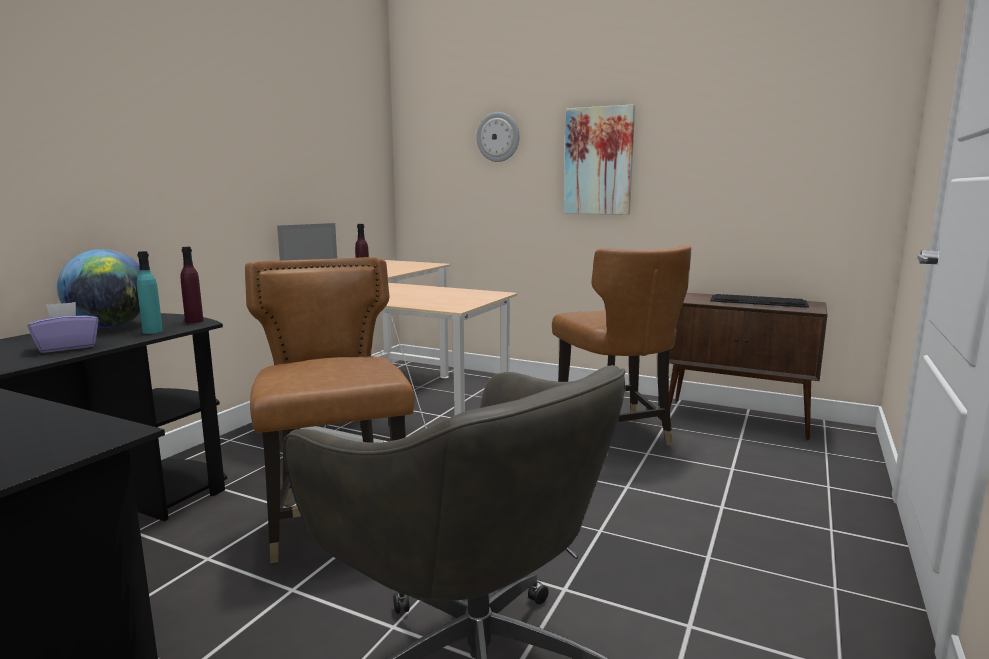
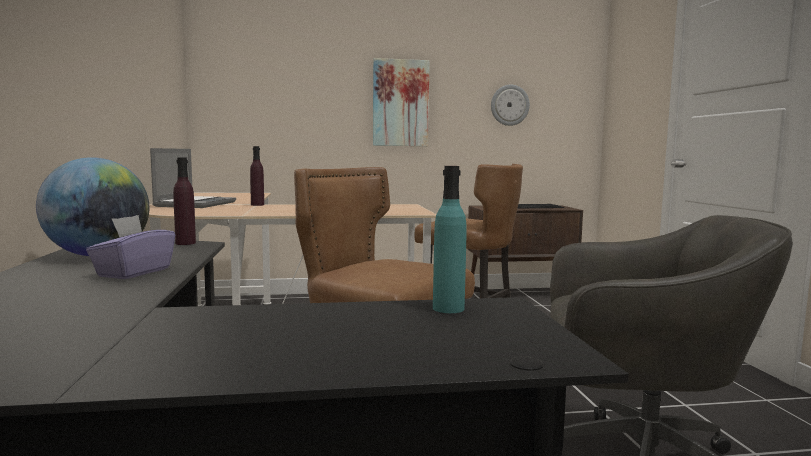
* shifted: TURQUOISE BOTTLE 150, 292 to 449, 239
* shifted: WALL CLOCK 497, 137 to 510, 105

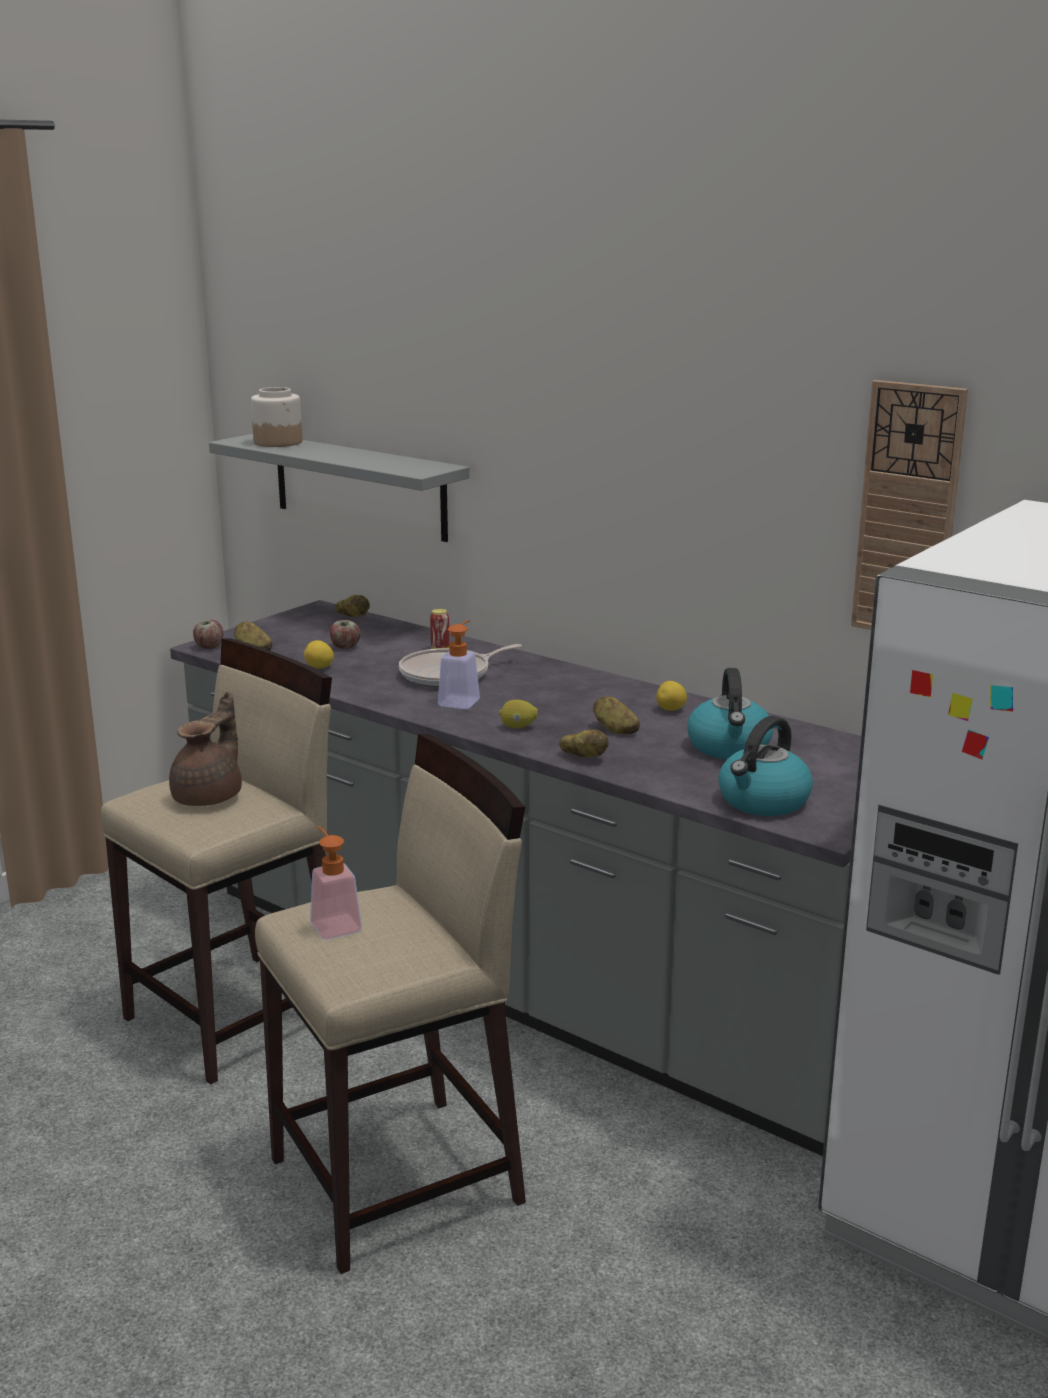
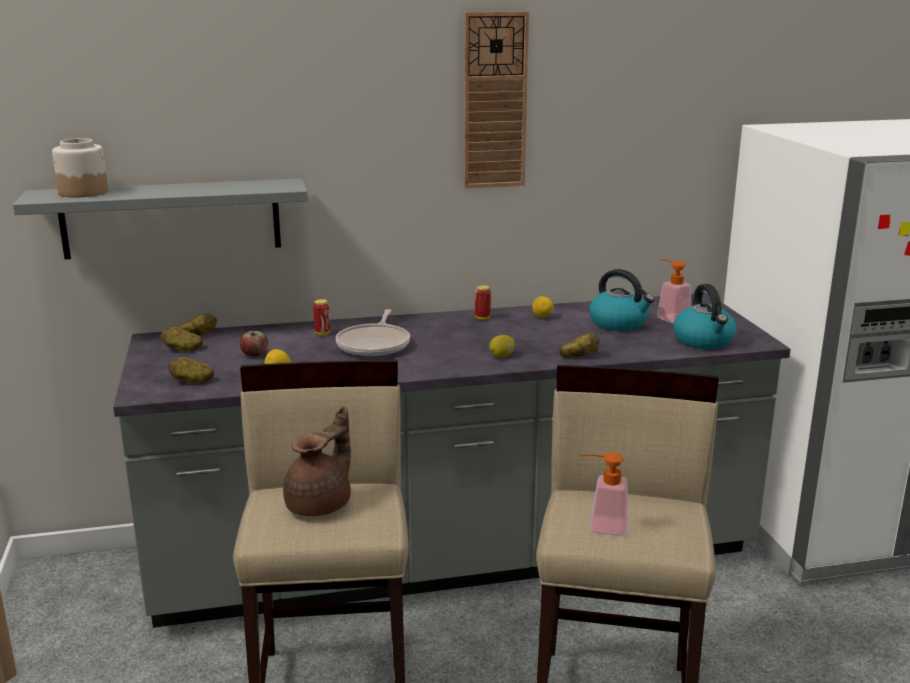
* rotated: BROWN TEAPOT 205, 748 = 317, 461 60 degrees clockwise
* gone: APPLE 208, 634
* shifted: SOAP DISPENSER 459, 664 to 674, 291
* shifted: POTATO 616, 715 to 181, 339
* shifted: WALL CLOCK 909, 505 to 496, 99
* new: CAN 483, 302

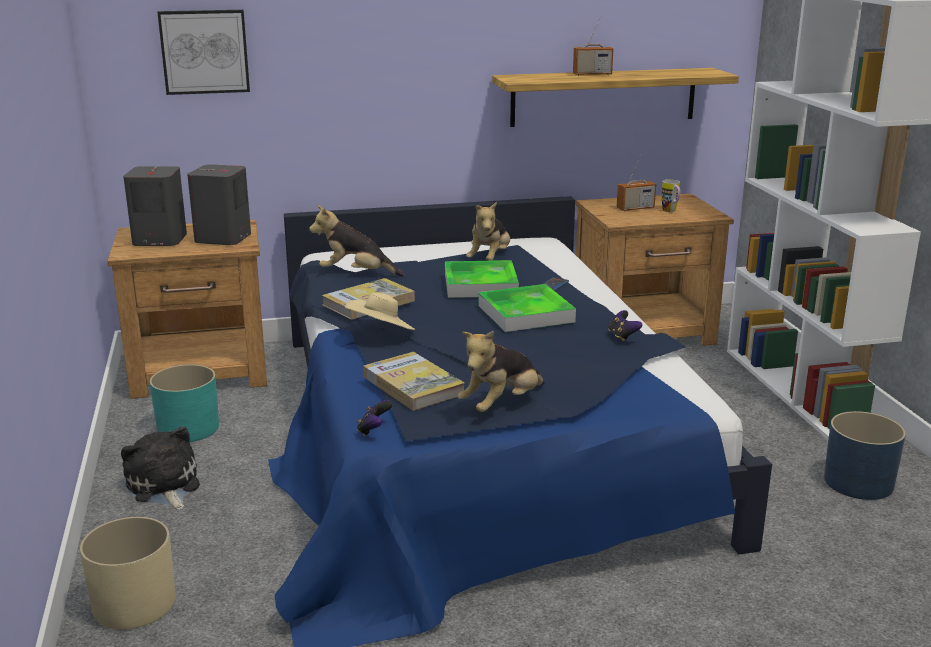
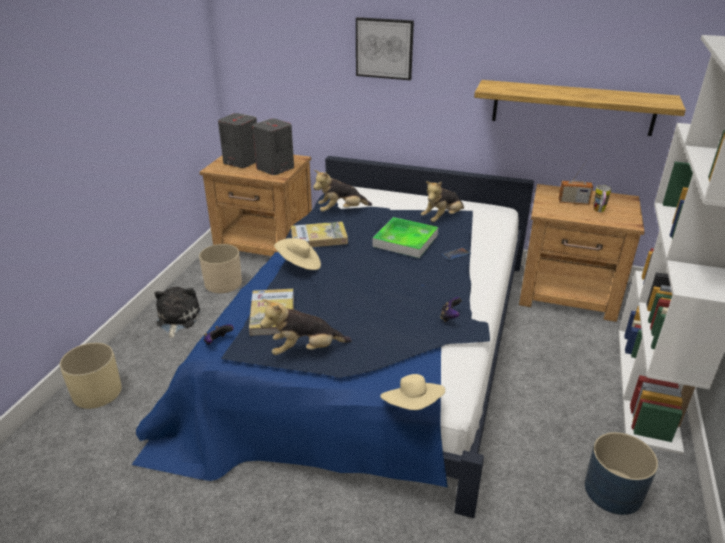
* repainted: TURQUOISE PLANTER 184, 403 to BEIGE PLANTER 220, 268
* shifted: PICTURE 203, 52 to 385, 48
* rotated: PLUSH TOY 357, 240 = 342, 191 60 degrees counterclockwise
* gone: TRAY 527, 308
* gone: RADIO 593, 47
* new: BEIGE HAT 412, 392

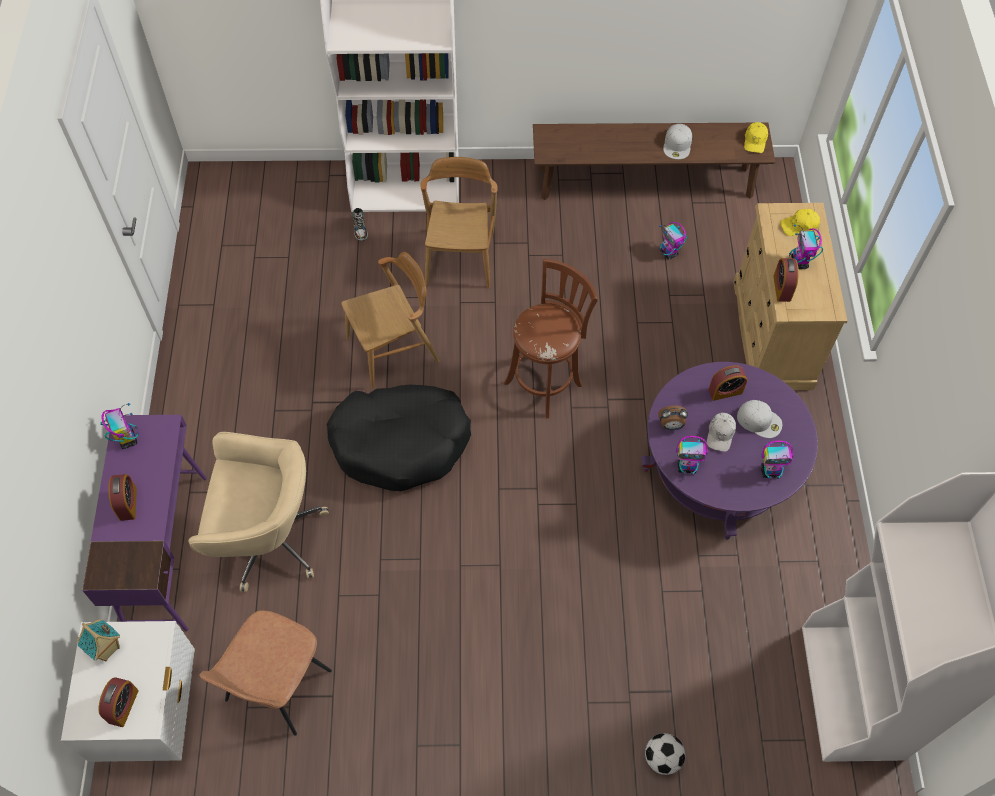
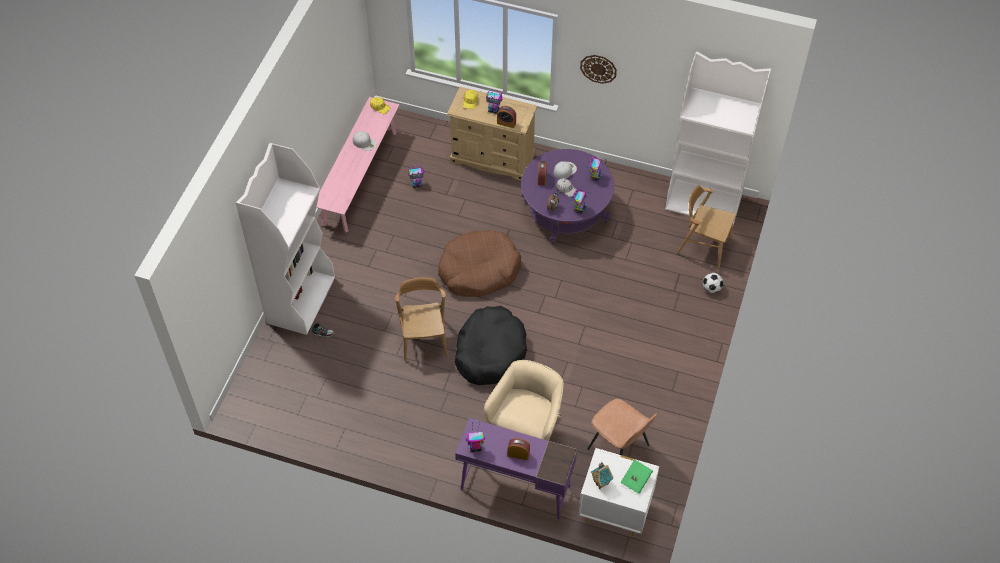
* swapped: ALARM CLOCK 118, 702 to GREEN BOOK 636, 476
* shifted: BROWN CHAIR 459, 222 to 706, 226
* swapped: BROWN STOOL 551, 338 to BROWN DOG BED 479, 264
* repainted: BROWN BENCH 654, 161 to PINK BENCH 358, 164
* new: WALL CLOCK 598, 69

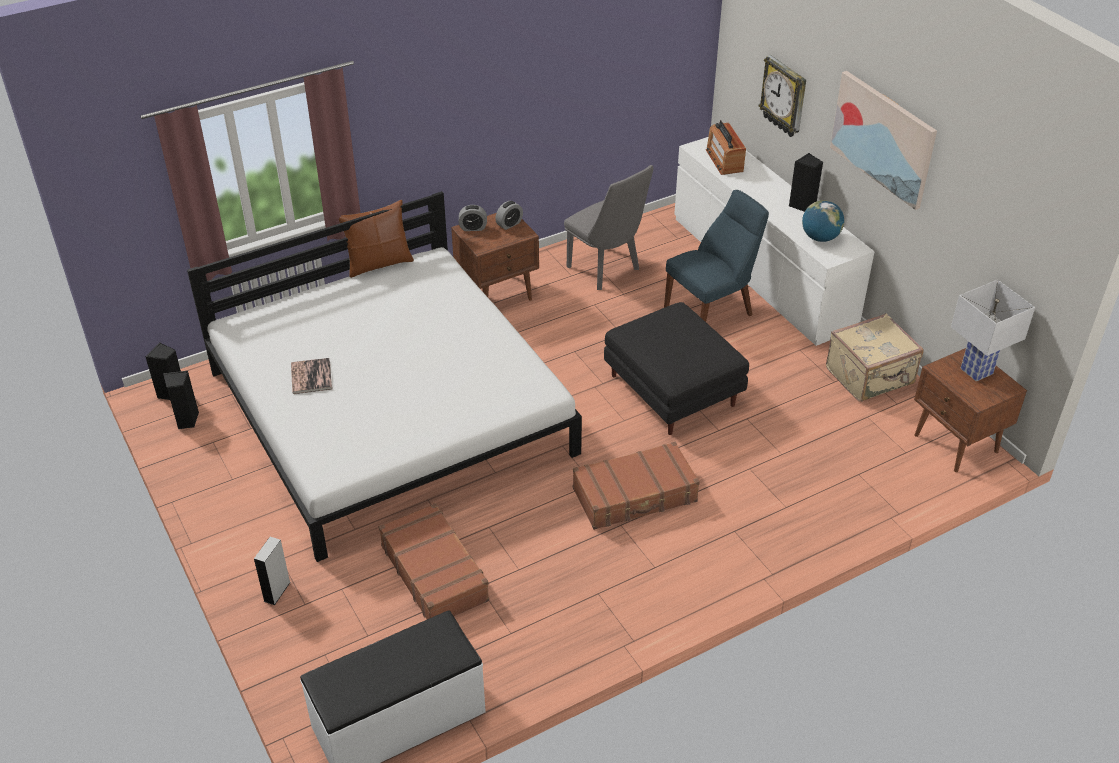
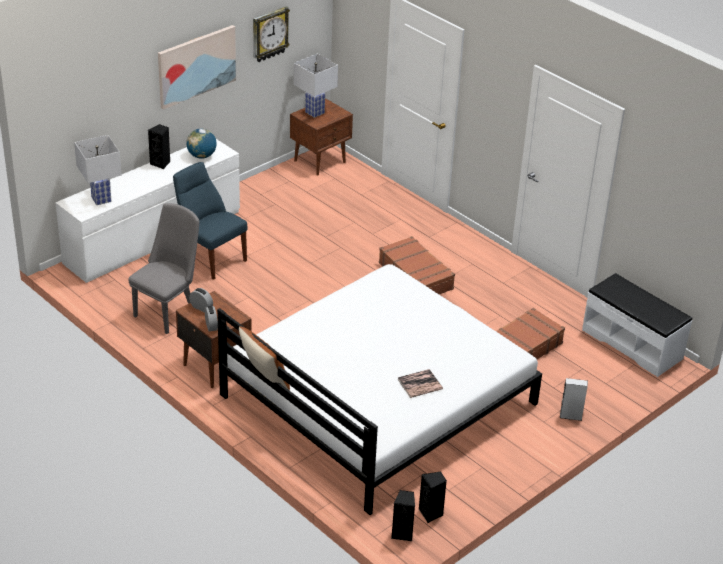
* gone: BLACK OTTOMAN 676, 368
* swapped: RADIO 726, 147 to WHITE TABLE LAMP 98, 170
* shifted: WALL CLOCK 782, 96 to 271, 34
* gone: BEIGE SUITCASE 875, 357

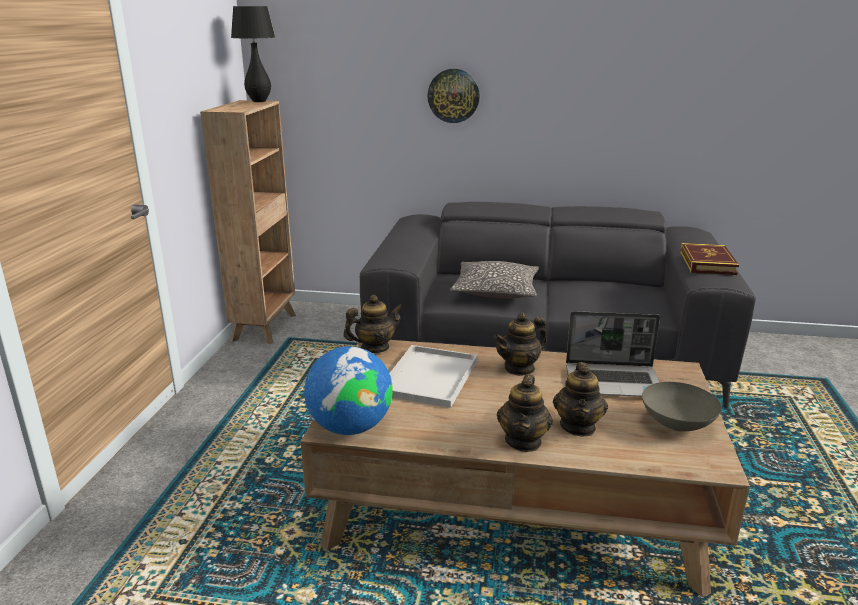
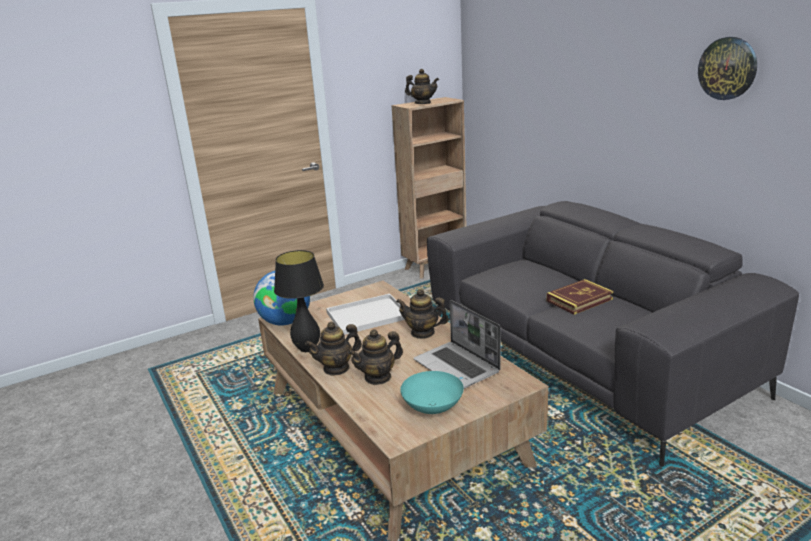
* shifted: BLACK TABLE LAMP 253, 54 to 299, 301
* shifted: TEAPOT 373, 324 to 422, 86
* shifted: WALL CLOCK 454, 96 to 727, 68
* gone: PILLOW 494, 280
* repainted: GREY BOWL 682, 406 to TURQUOISE BOWL 432, 392
* shifted: BOOK 709, 259 to 579, 297

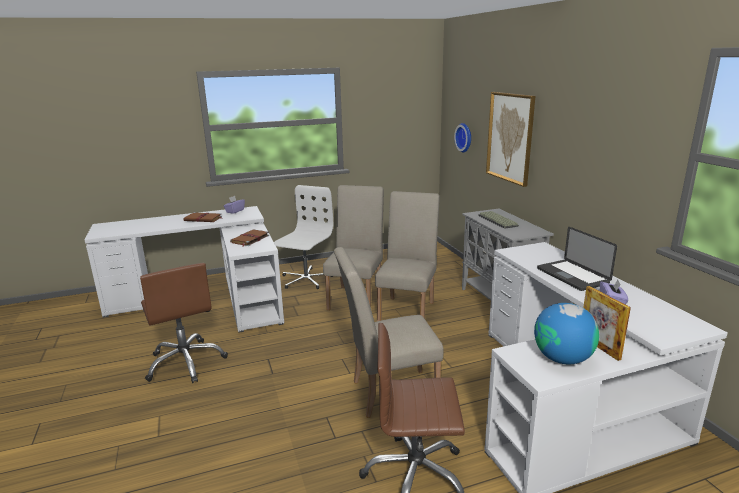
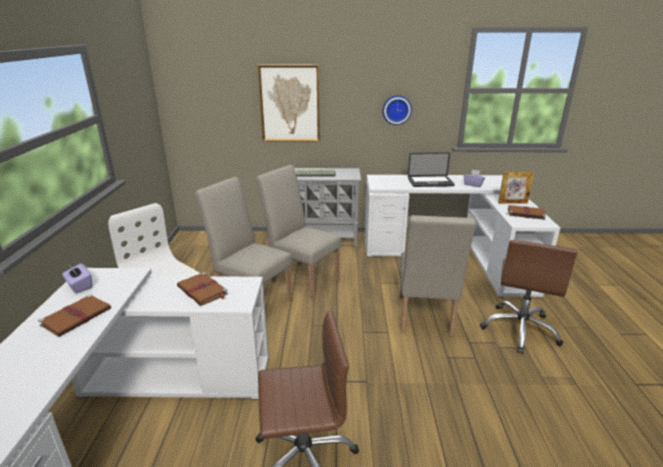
* shifted: WALL CLOCK 462, 137 to 397, 110
* swapped: GLOBE 566, 333 to BROWN BOOK 526, 212

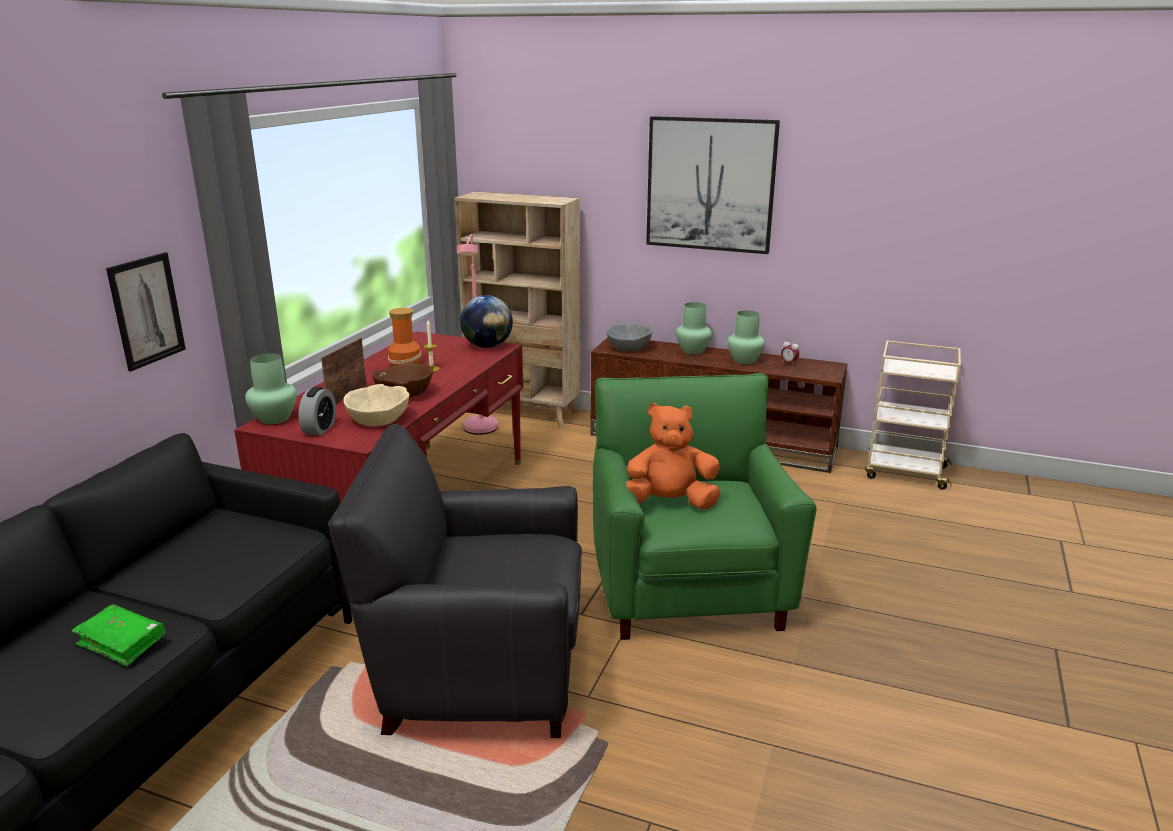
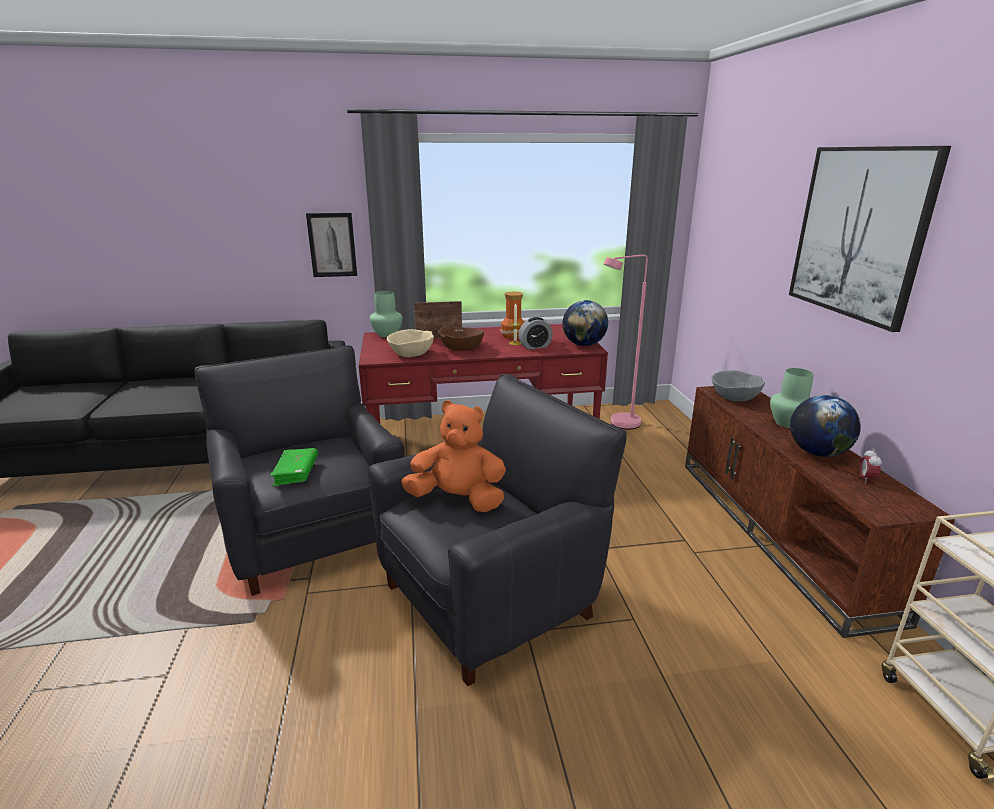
* shifted: GREEN BOOK 118, 635 to 294, 467
* shifted: ALARM CLOCK 317, 411 to 536, 333
* gone: BEIGE BOOKCASE 517, 309
* repainted: GREEN ARMCHAIR 704, 506 to BLACK ARMCHAIR 497, 530
* rotated: ORANGE PLUSH TOY 673, 456 = 453, 456 45 degrees counterclockwise
* swapped: GREEN VASE 746, 337 to GLOBE 825, 426

